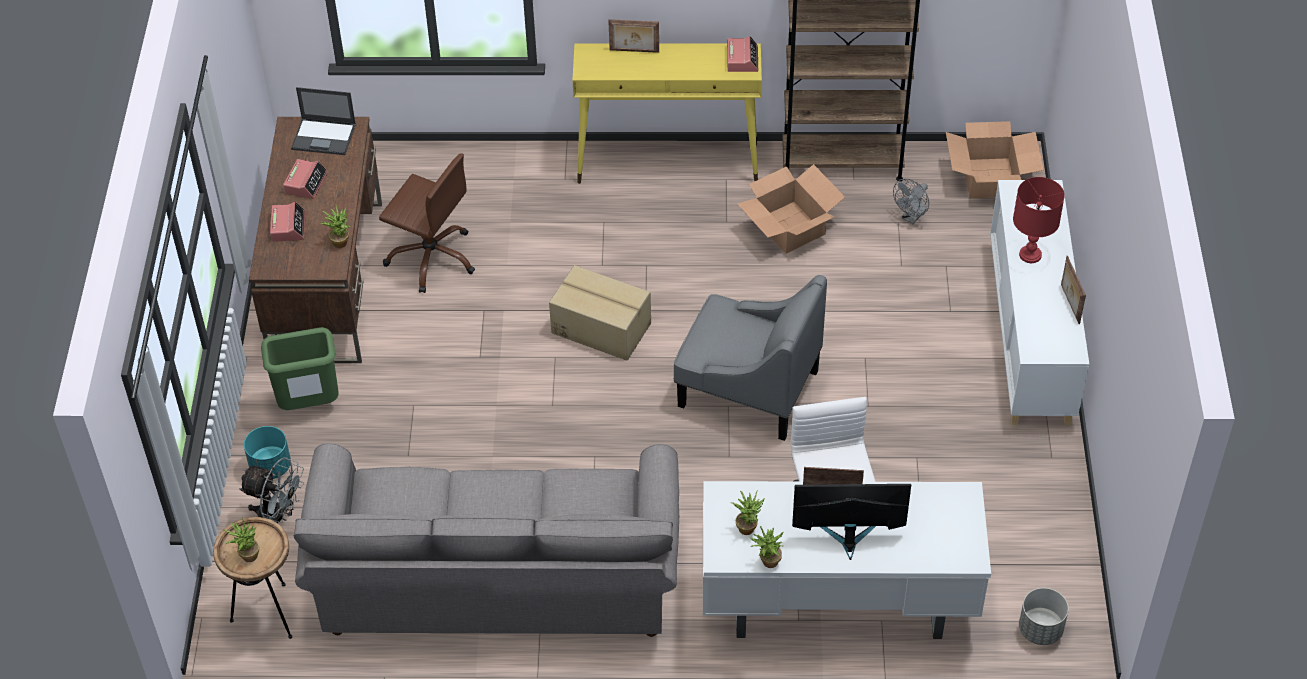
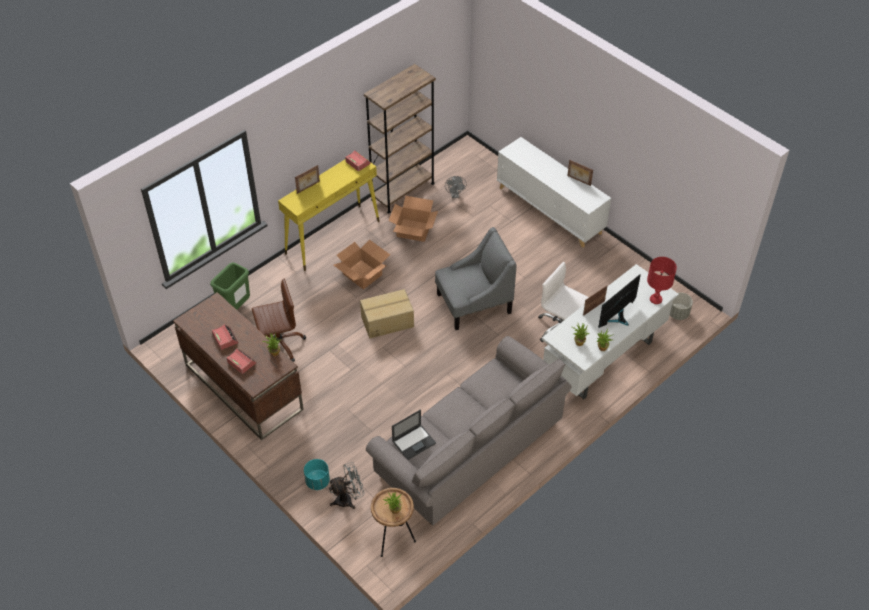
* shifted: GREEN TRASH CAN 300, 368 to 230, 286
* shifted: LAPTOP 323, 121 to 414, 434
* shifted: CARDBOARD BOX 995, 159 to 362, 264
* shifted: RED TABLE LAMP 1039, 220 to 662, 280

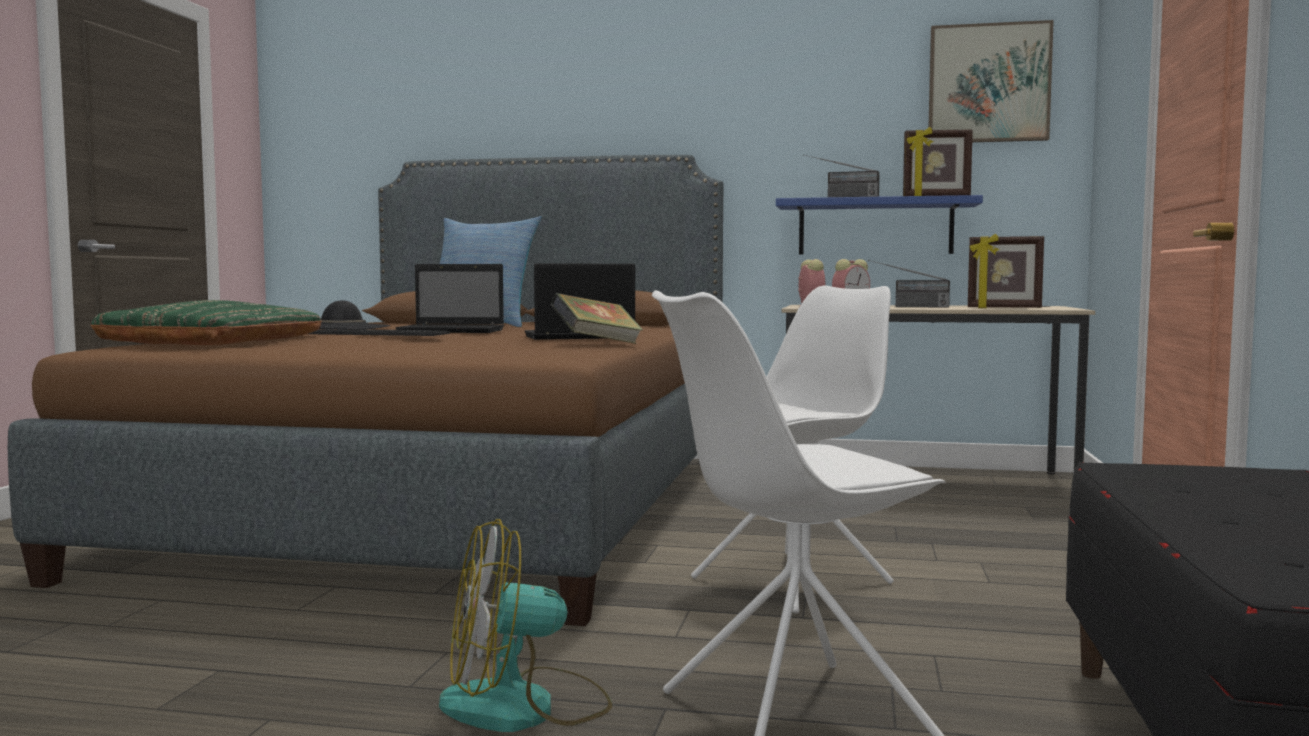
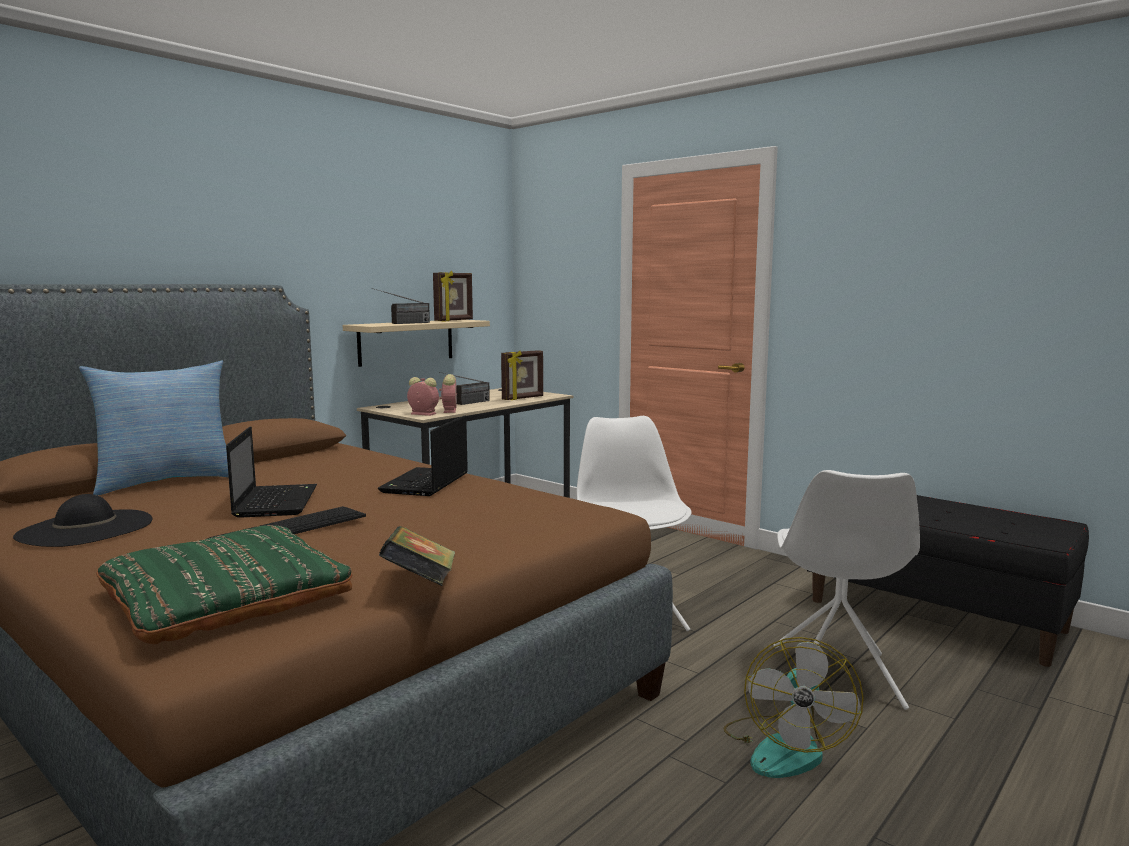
* rotated: LAPTOP 450, 298 = 271, 472 45 degrees counterclockwise
* shifted: BOOK 597, 318 to 417, 556
* repainted: BLUE SHELF 879, 224 to BEIGE SHELF 416, 343
* gone: PICTURE 991, 81

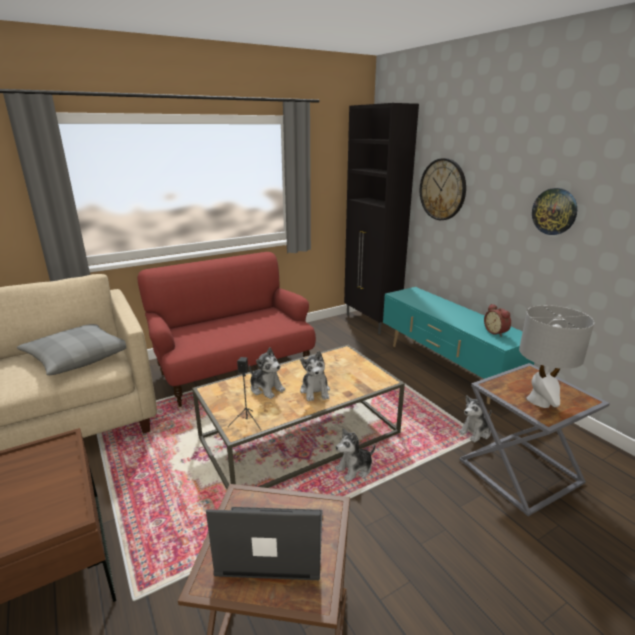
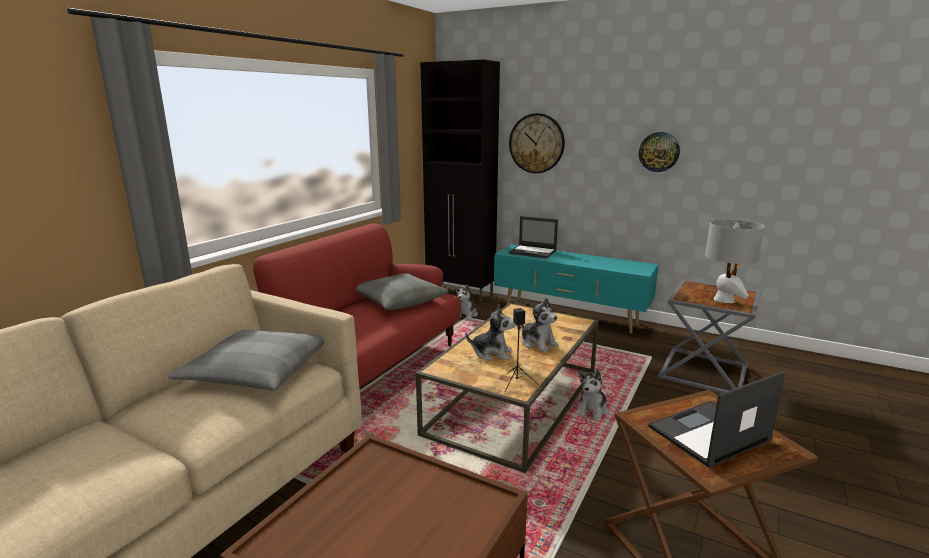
* shifted: PLUSH TOY 475, 419 to 466, 302
* gone: ALARM CLOCK 497, 320
* new: GREY PILLOW 402, 291
* new: LAPTOP 533, 237

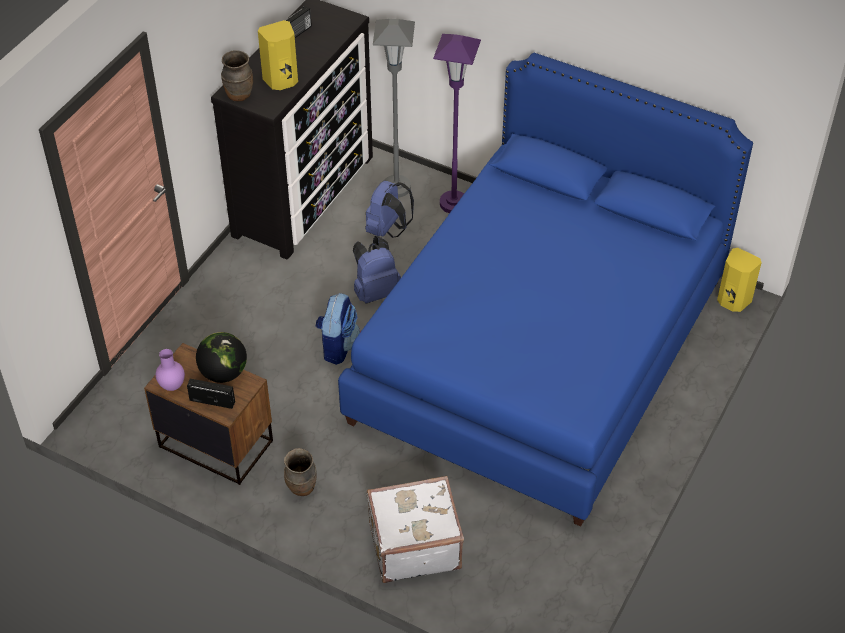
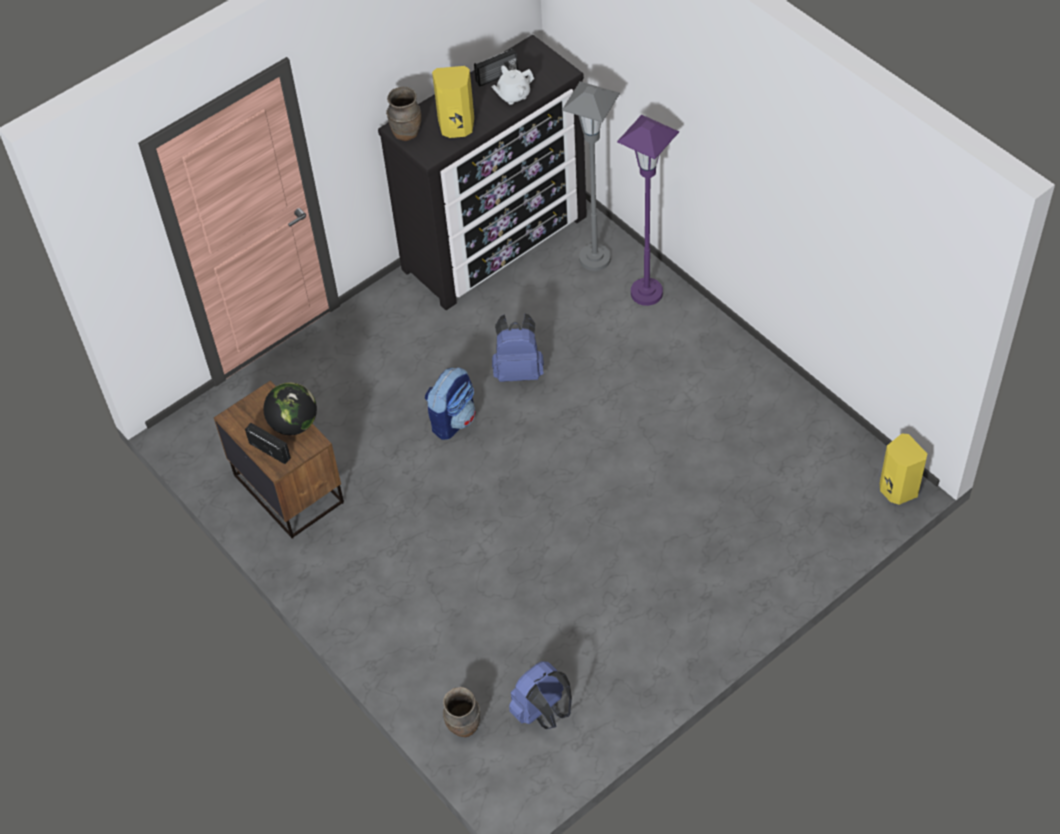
* gone: PURPLE VASE 170, 370
* shifted: BROWN VASE 300, 472 to 461, 712
* gone: BLUE BED 545, 290
* shifted: BLUE BACKPACK 389, 209 to 540, 695
* gone: WHITE SUITCASE 415, 529
* new: WHITE TEAPOT 512, 85

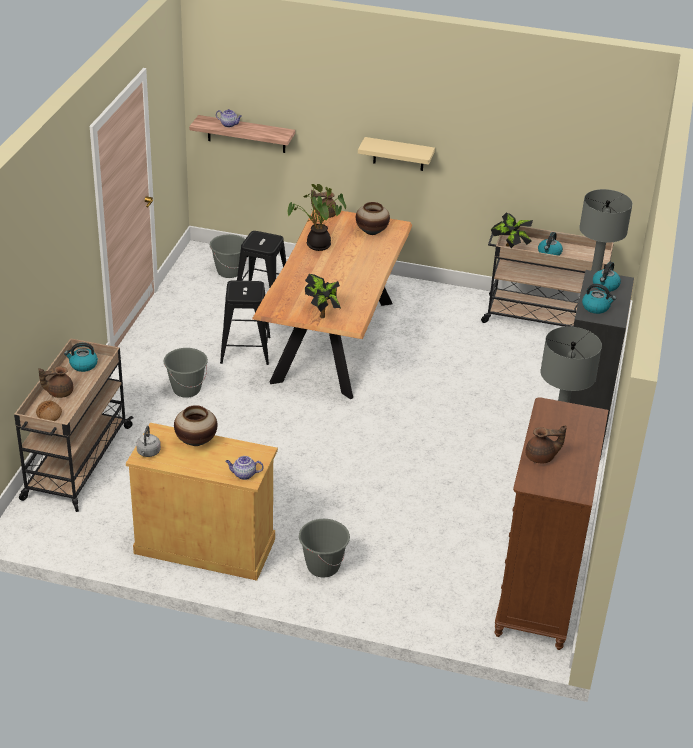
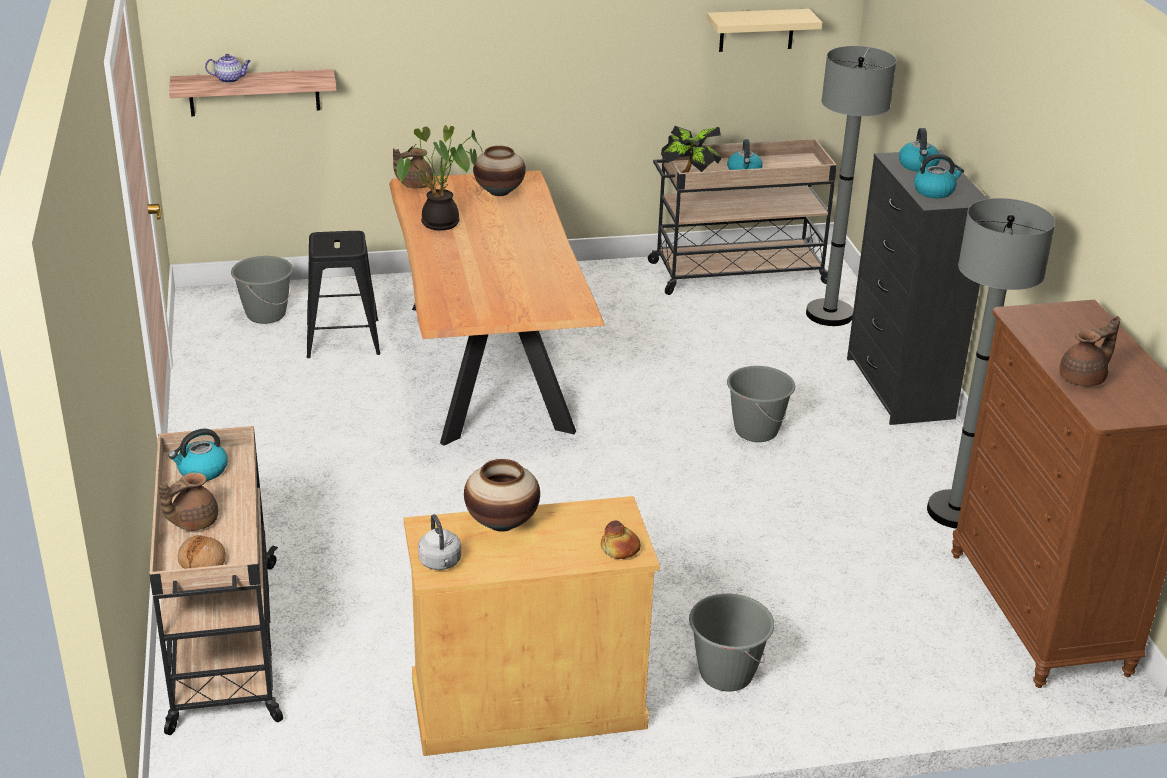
* shifted: GREY BUCKET 185, 373 to 761, 404
* gone: BLACK STOOL 245, 322
* swapped: TEAPOT 244, 468 to BREAD 620, 539
* gone: POTTED PLANT 323, 296
* shifted: BEIGE SHELF 396, 154 to 765, 30

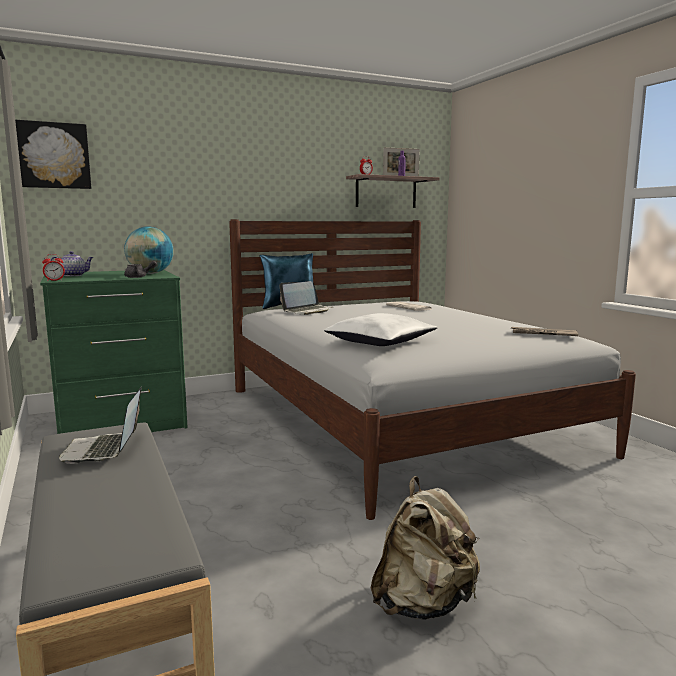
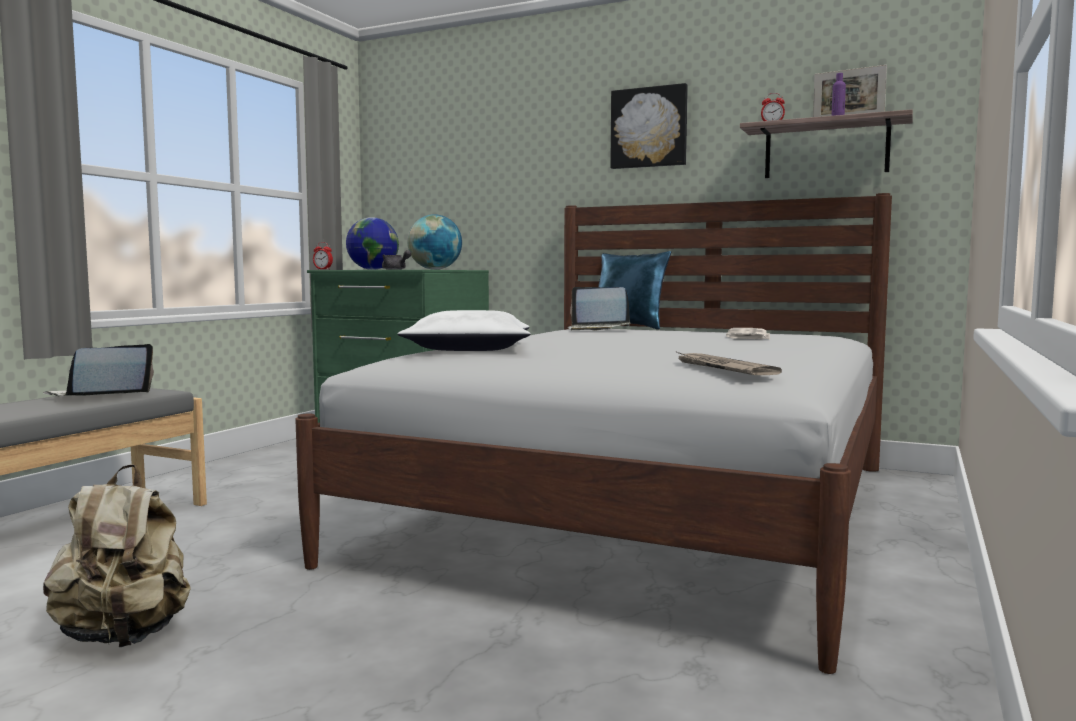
* shifted: PICTURE 53, 154 to 649, 126
* swapped: TEAPOT 72, 263 to GLOBE 372, 243

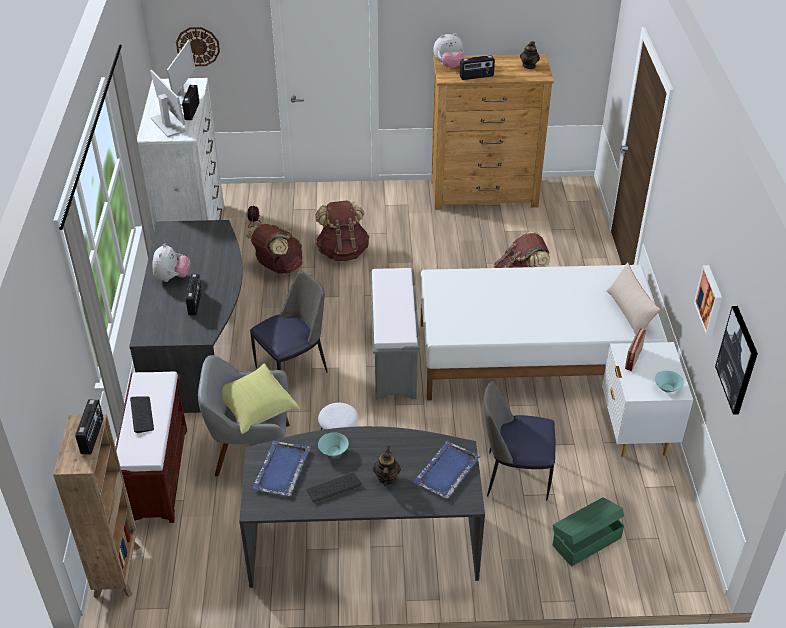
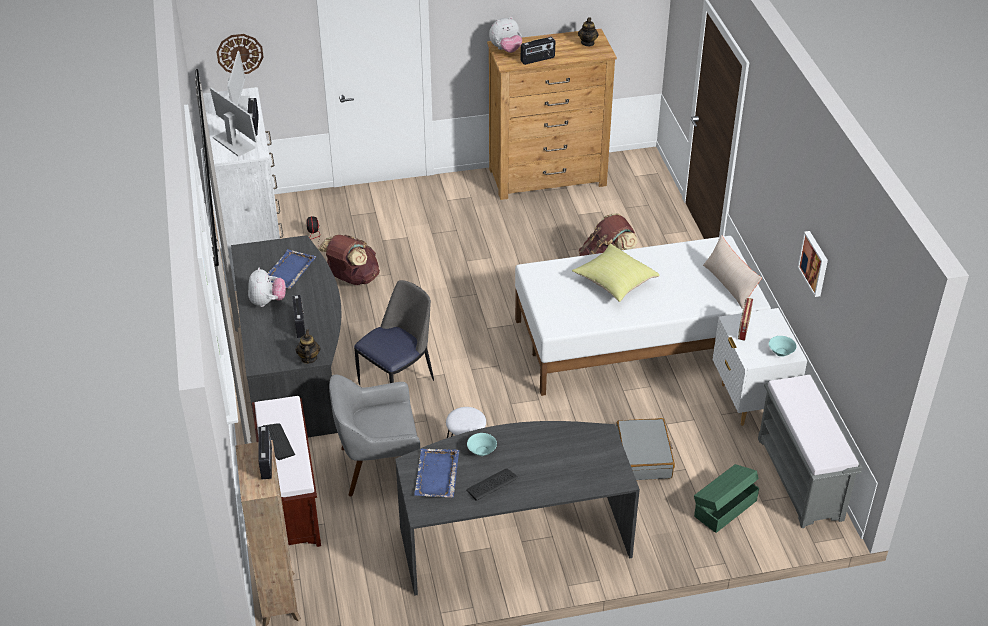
* shifted: YELLOW PILLOW 260, 399 to 616, 273
* gone: BROWN BACKPACK 342, 230
* shifted: GREY BENCH 395, 334 to 810, 451
* shifted: TEAPOT 387, 466 to 308, 347
* shifted: BLUE TRAY 447, 470 to 292, 269
* swapped: CHAIR 519, 440 to GREY SUITCASE 645, 449
* gone: PICTURE 736, 360

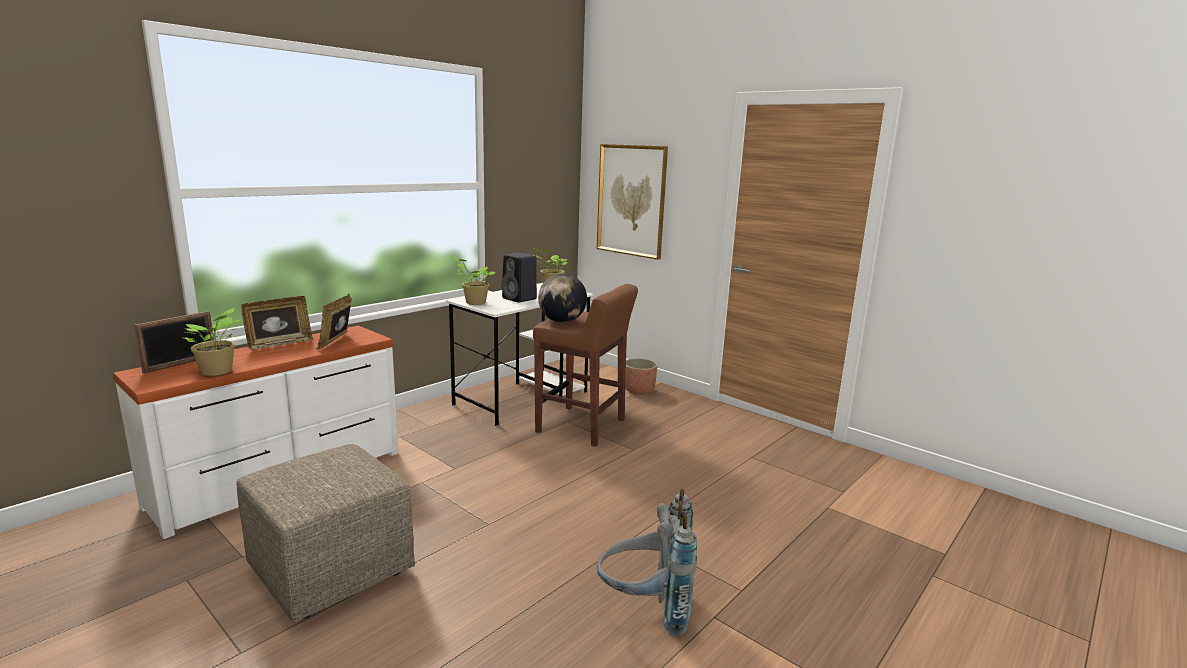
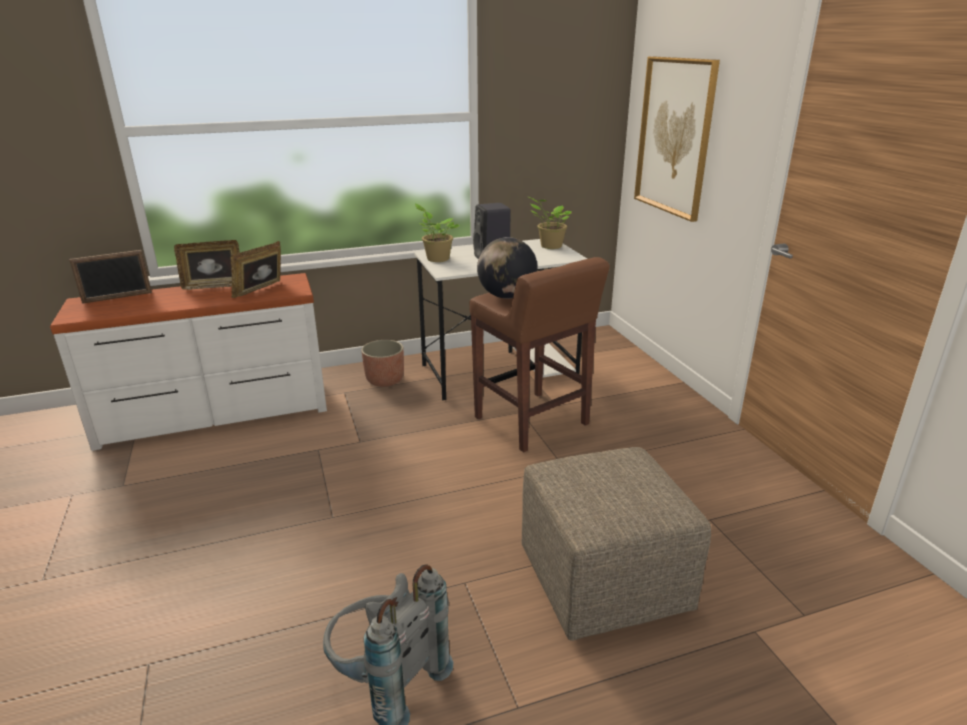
* gone: POTTED PLANT 211, 342
* shifted: BEIGE OTTOMAN 325, 533 to 616, 544
* shifted: PLANTER 641, 376 to 382, 363

